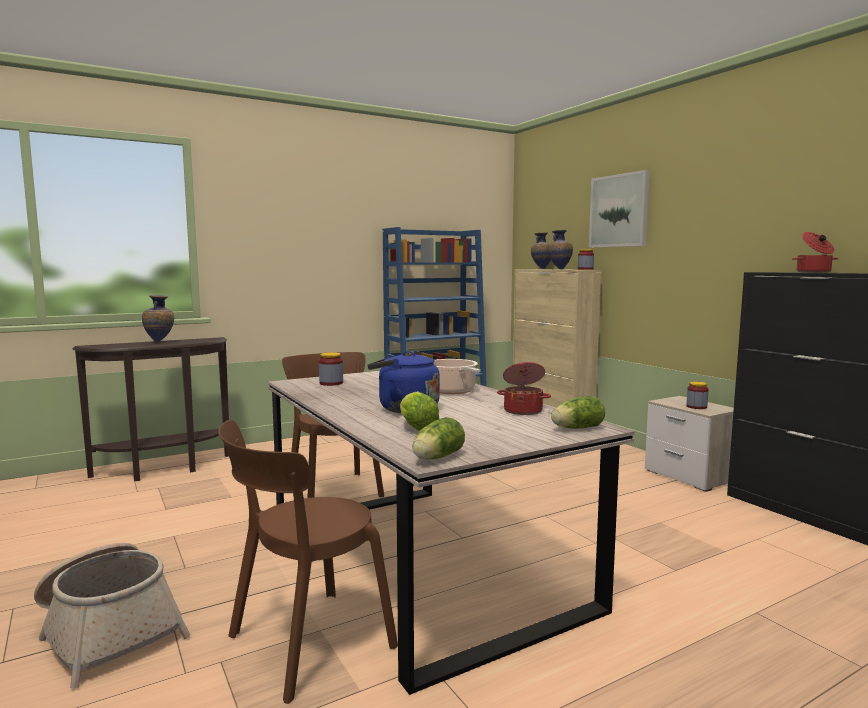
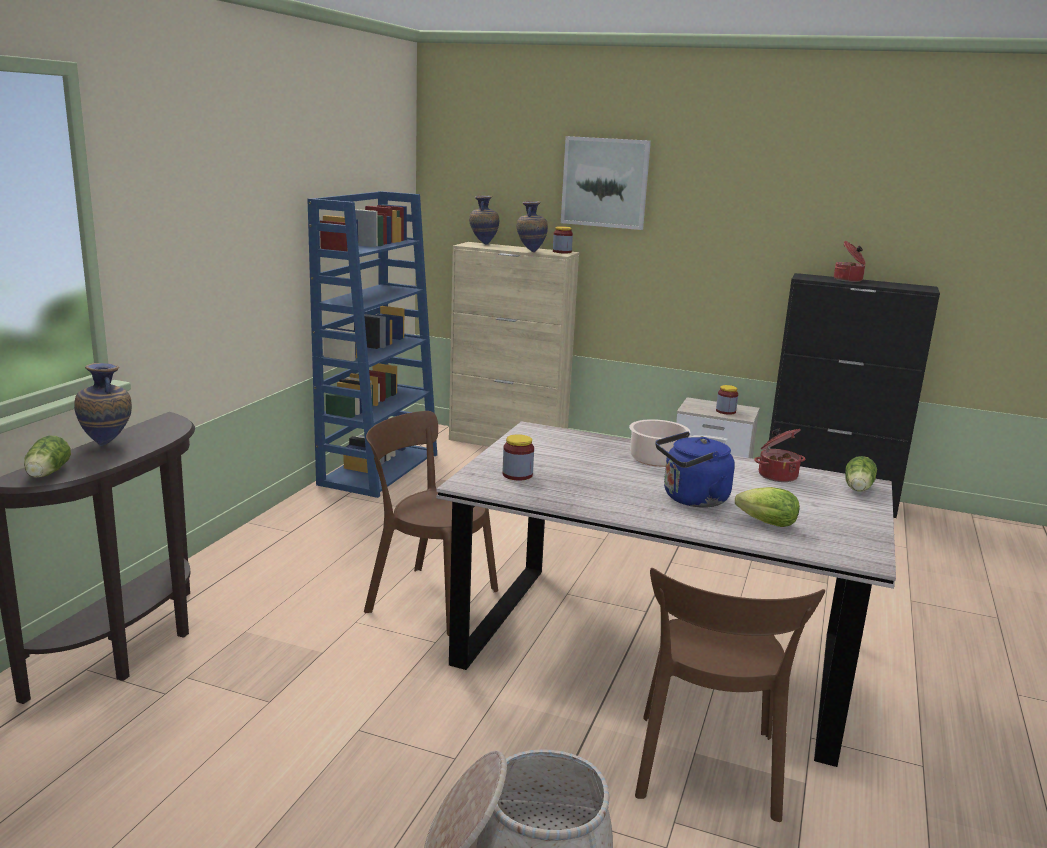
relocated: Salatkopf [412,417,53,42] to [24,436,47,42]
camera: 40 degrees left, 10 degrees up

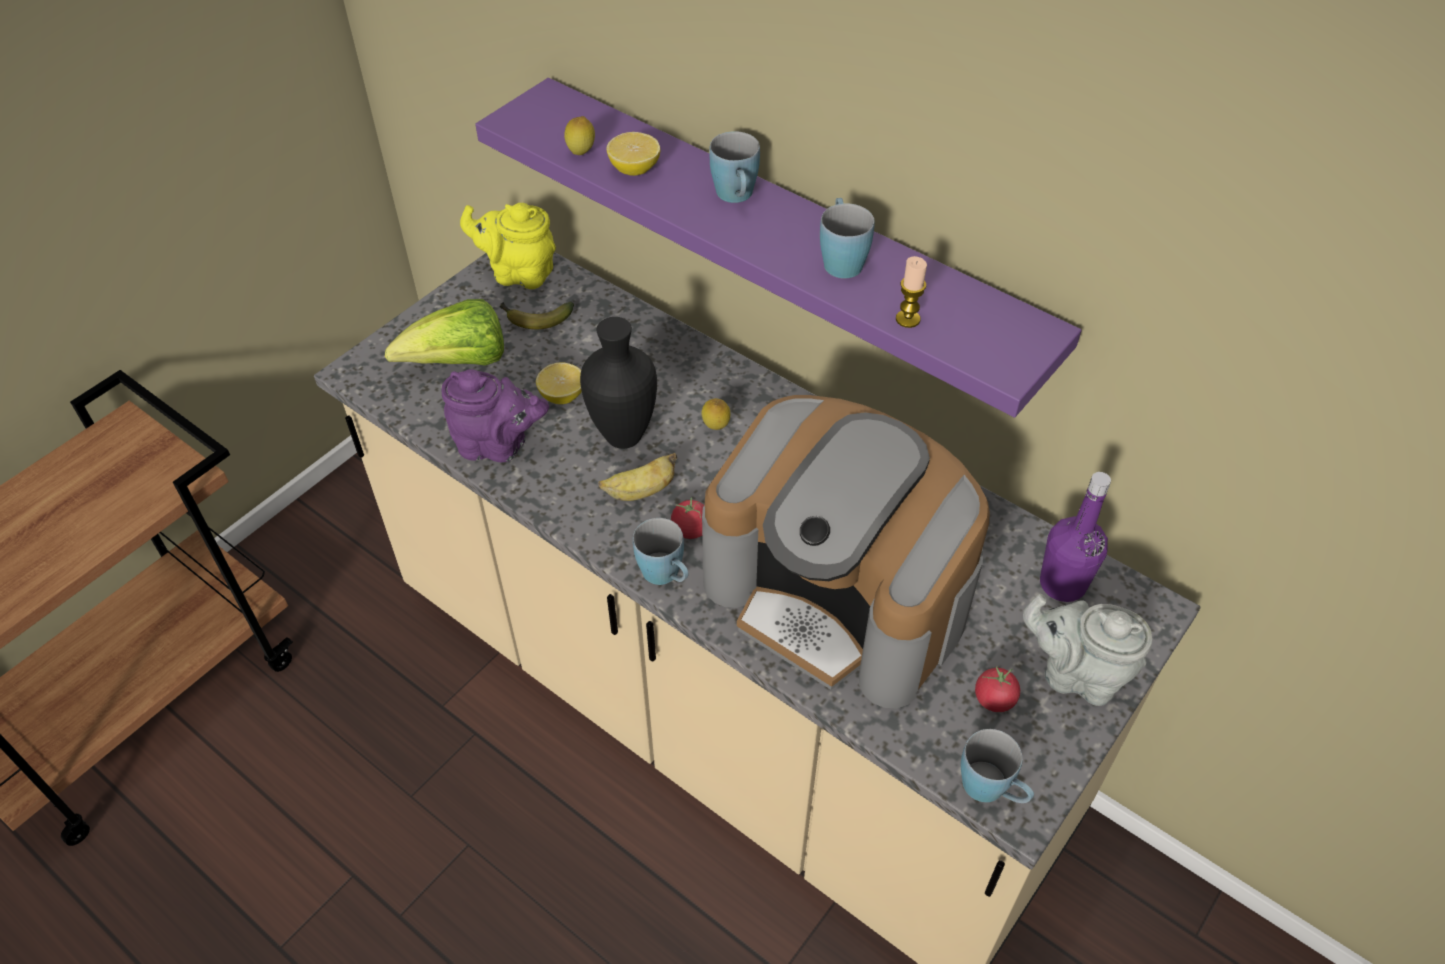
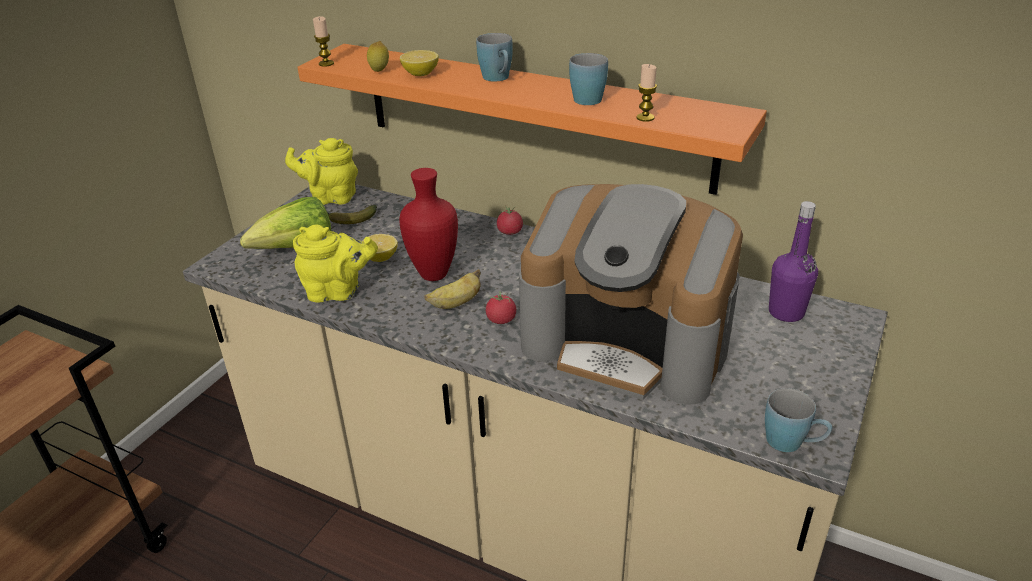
missing: Henkelbecher [blau] [633,518,55,67]; Zitrone [702,398,29,32]; Teekanne [grau] [1023,594,129,112]
appeared: Kerze [313,16,21,51]
relocated: Tomate [975,666,45,46] to [497,206,26,29]
colour: Teekanne [lila] [442,369,107,93] to Teekanne [gelb] [293,225,85,77]; Wandregal [lila] [475,78,607,340] to Wandregal [orange] [297,44,470,151]; Vase [schwarz] [580,317,77,132] to Vase [rot] [399,168,59,113]
camera: 10 degrees left, 15 degrees down

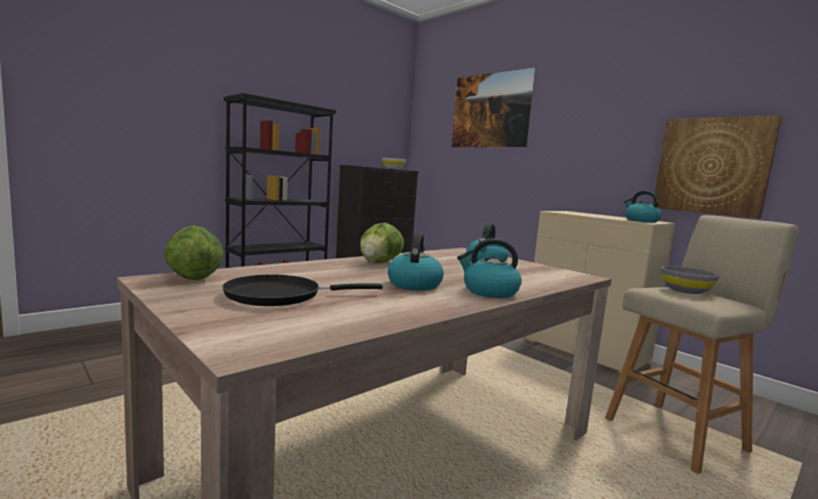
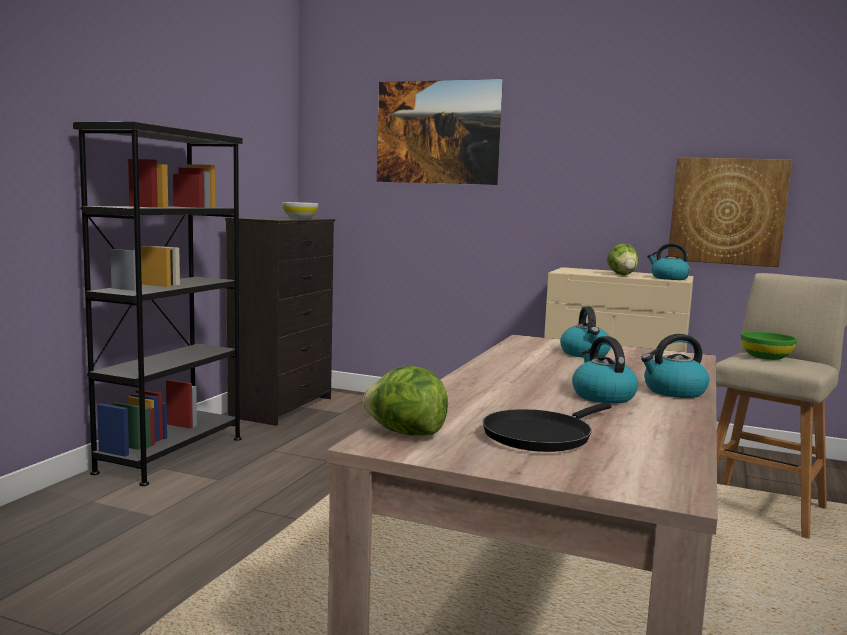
relocated: Salatkopf [360,222,44,42] to [607,243,32,32]
colour: Schüssel [grau] [661,266,58,28] to Schüssel [grün] [741,331,56,29]
camera: 25 degrees left, 0 degrees up

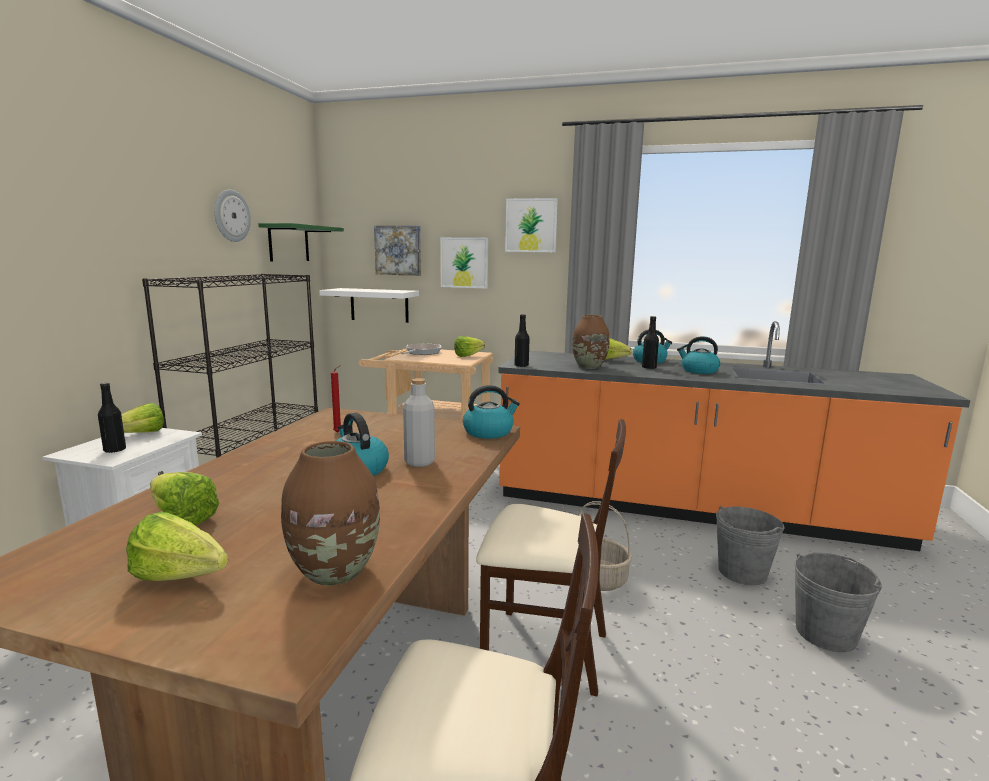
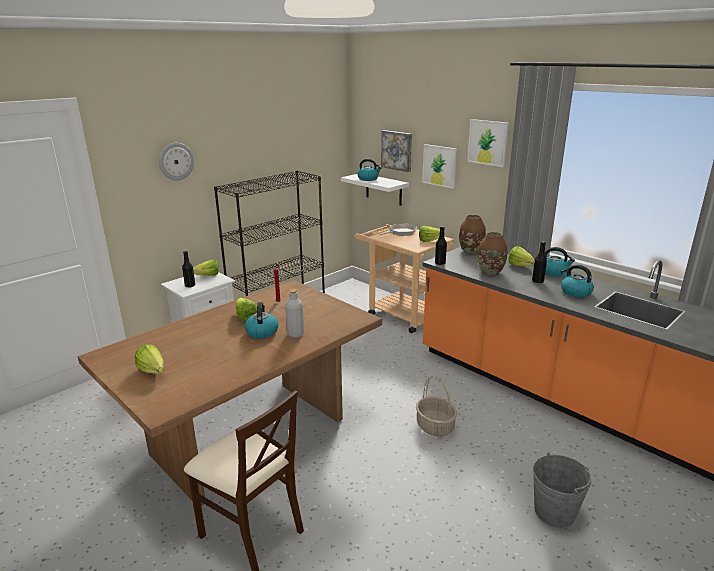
missing: Wandregal [grün] [258,223,86,38]; Stuhl [beige] [476,419,150,278]; Eimer [grau] [716,506,69,79]
relocated: Salatkopf [150,472,69,53] to [236,298,21,24]; Wanduhr [214,190,37,52] to [159,143,35,38]; Vase [braun] [281,441,99,145] to [459,215,27,39]; Wasserkessel [463,385,57,54] to [358,159,24,22]
camera: 30 degrees right, 10 degrees up

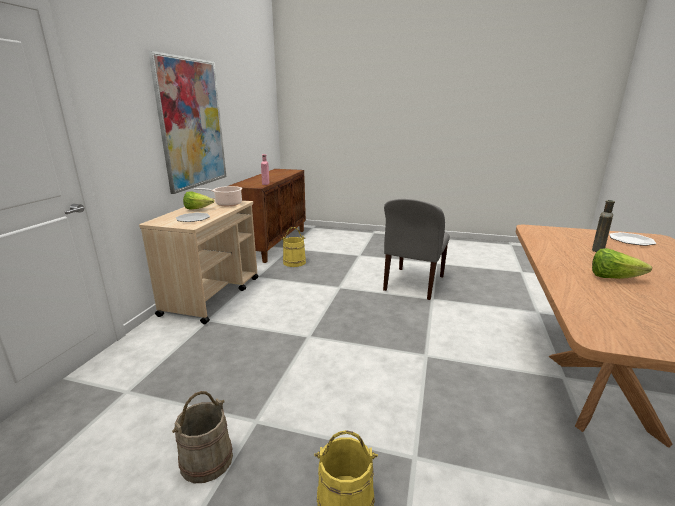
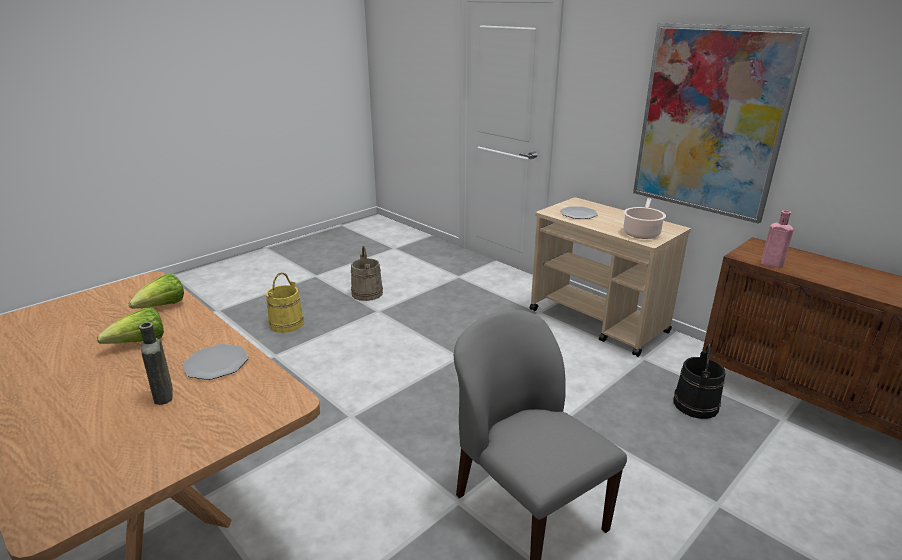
relocated: Salatkopf [183,191,31,19] to [129,274,55,35]; Teller [609,232,47,14] to [182,344,67,36]
colour: Eimer [gelb] [281,227,25,40] to Eimer [schwarz] [674,344,52,75]
camera: 120 degrees right, 5 degrees up

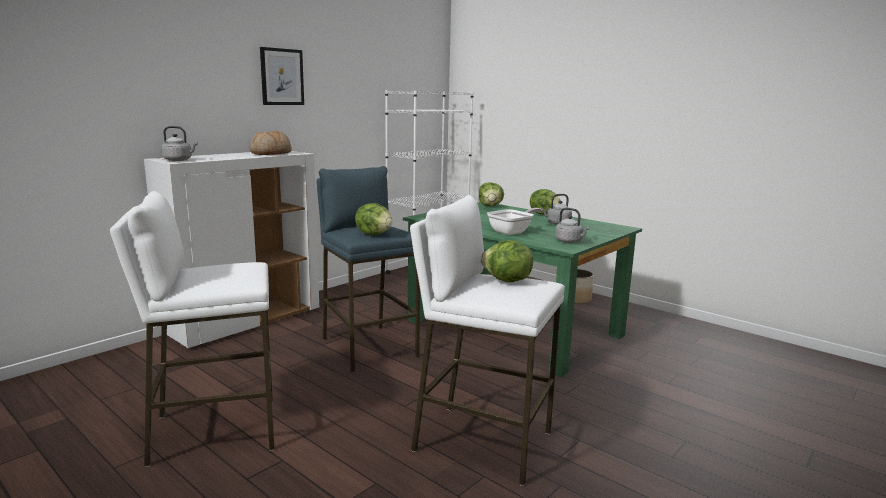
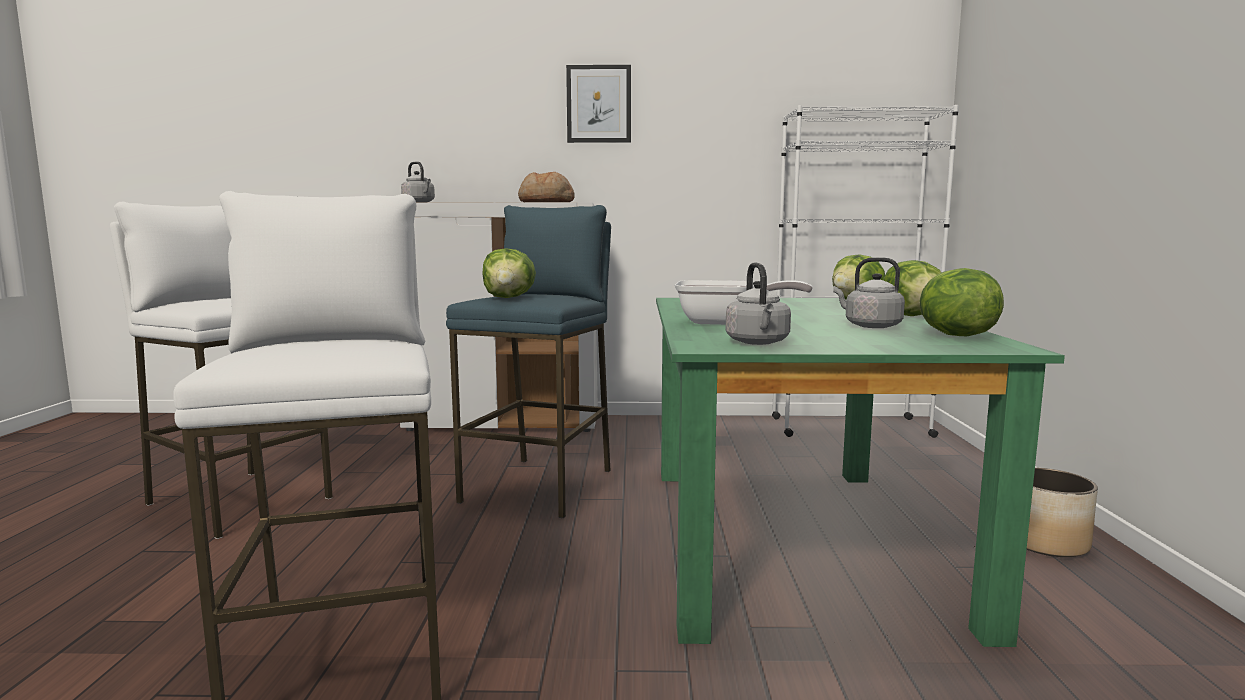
relocated: Salatkopf [481,240,52,42] to [919,268,85,68]
camera: 50 degrees right, 5 degrees down

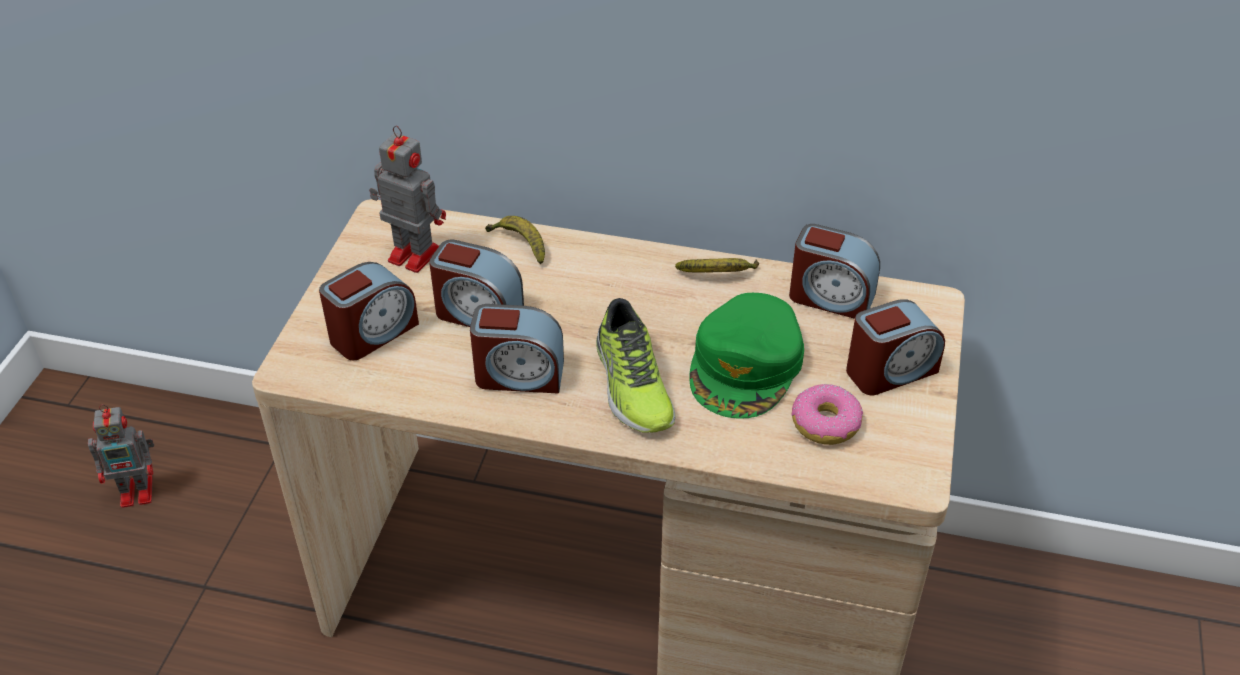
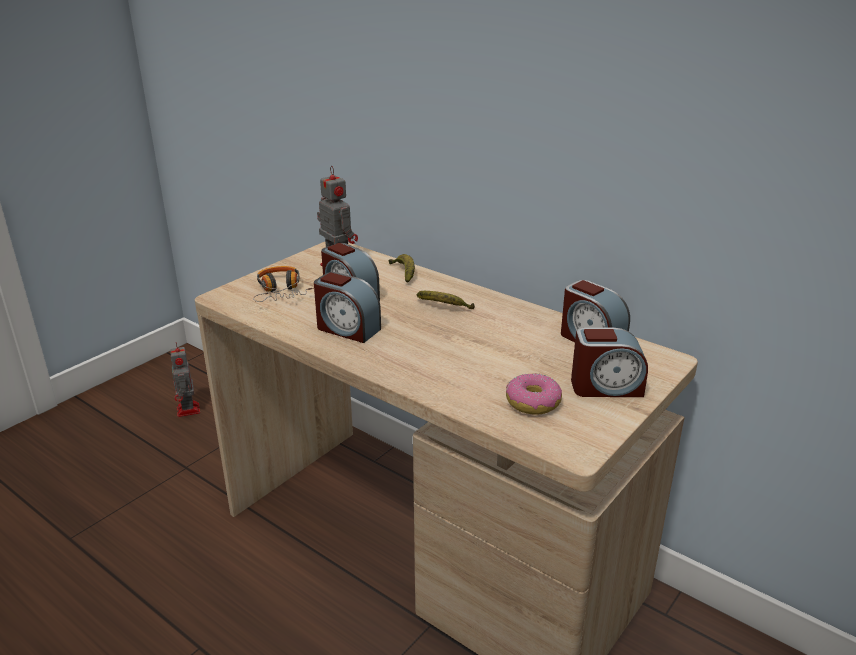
missing: Schuh [596,298,80,135]; Kappe [grün] [689,293,115,126]
relocated: Banane [675,258,84,14] to [417,291,58,18]
exchanged: Wecker [319,262,100,98] to Kopfhörer [253,266,61,36]
spun: Spielzeugroboter [88,404,66,104] = [170,343,30,74] 60 degrees clockwise
camera: 25 degrees right, 15 degrees down

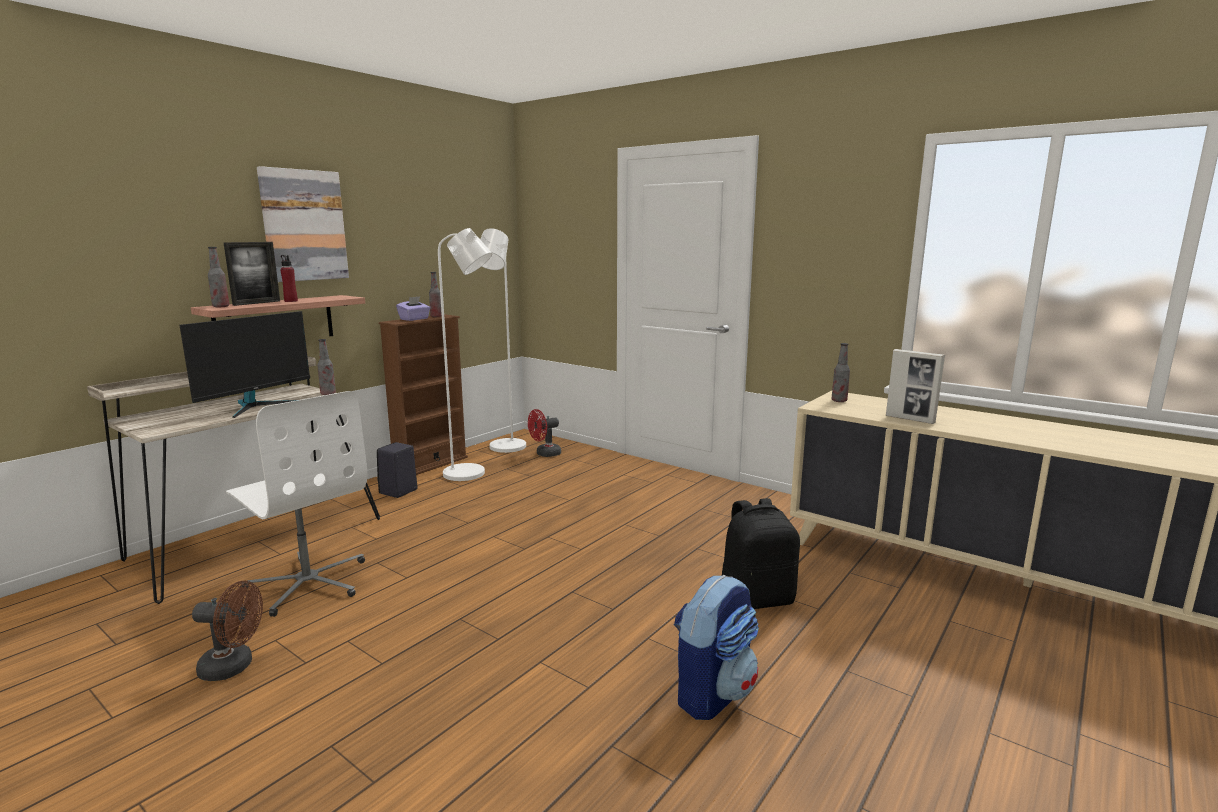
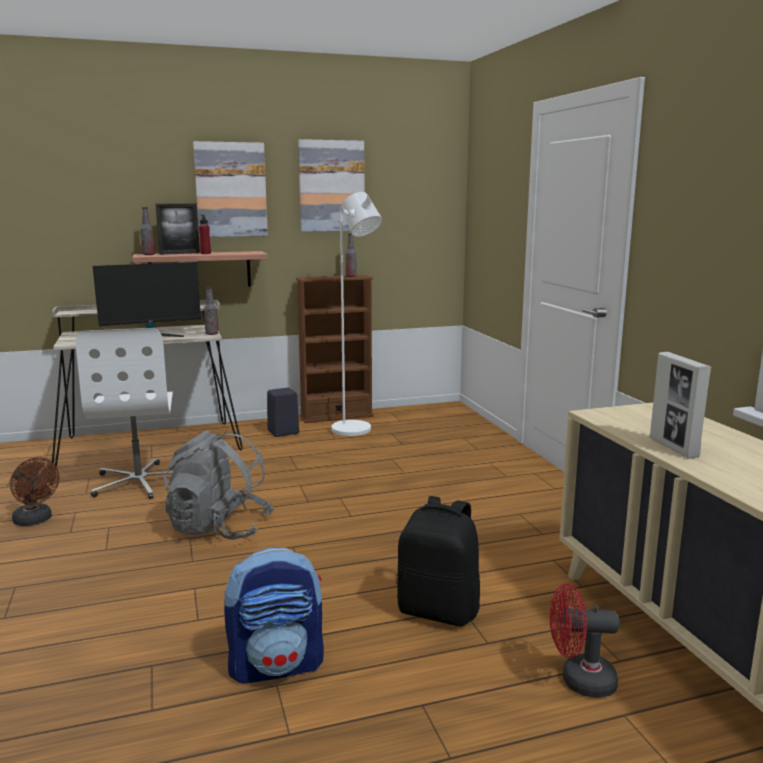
missing: Taschentuchbox [lila] [396,296,34,25]; Stehlampe [weiß] [480,228,46,225]; Flasche [831,343,19,59]
appeared: Rucksack [grau] [163,430,111,110]; Bild [298,139,67,93]
relocated: Ventilator [rot] [528,409,33,48] to [550,583,70,115]
camera: 35 degrees right, 0 degrees up

